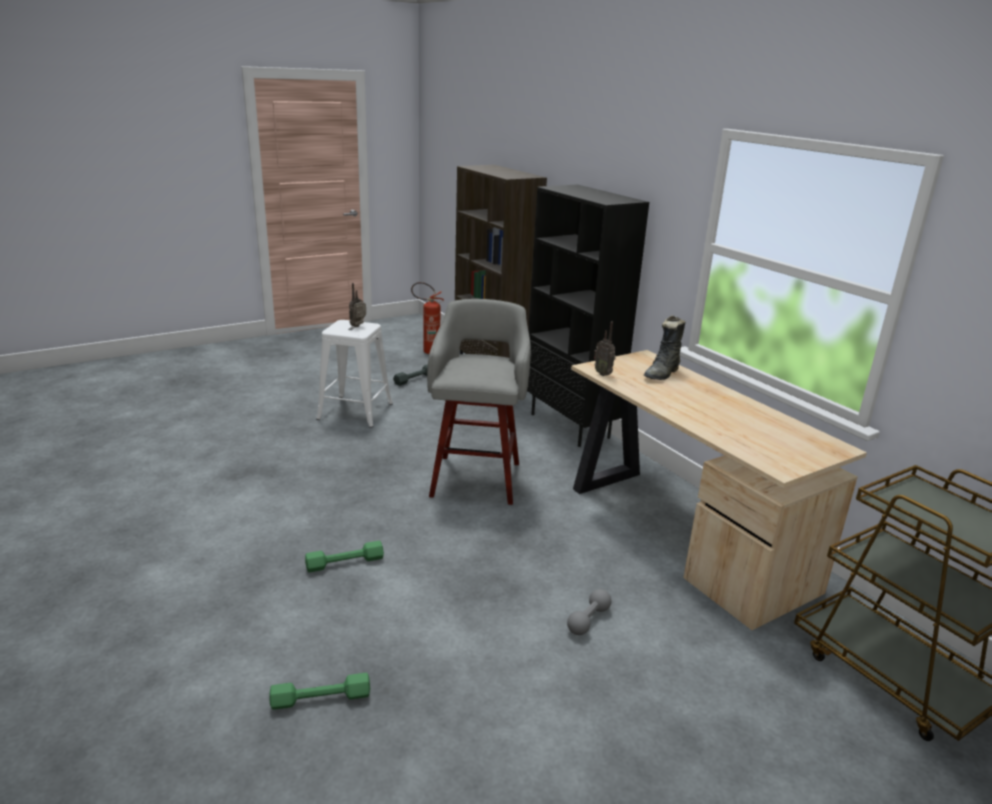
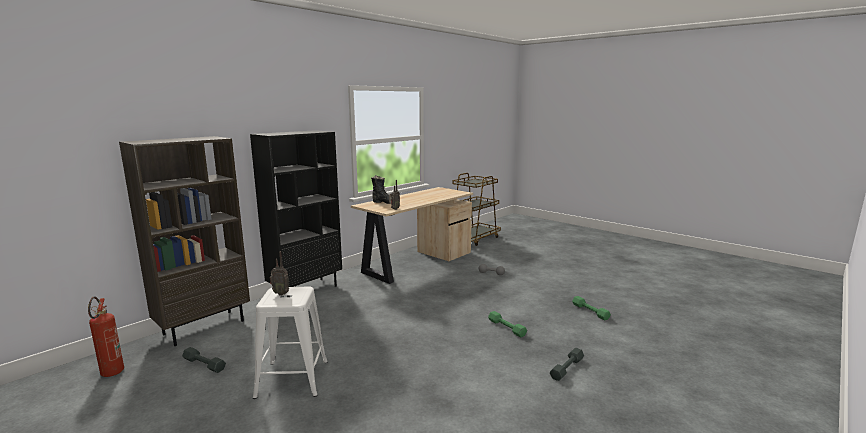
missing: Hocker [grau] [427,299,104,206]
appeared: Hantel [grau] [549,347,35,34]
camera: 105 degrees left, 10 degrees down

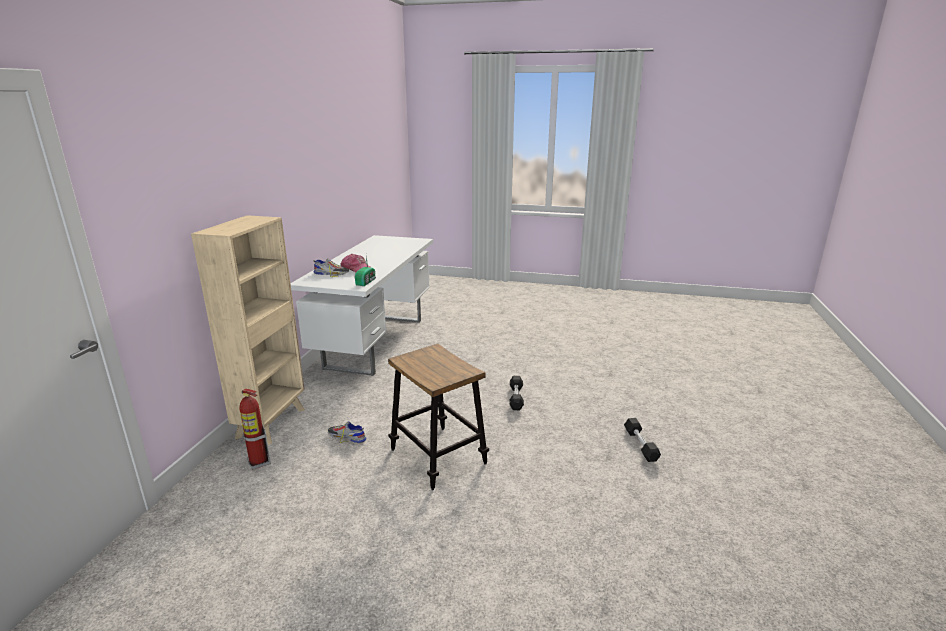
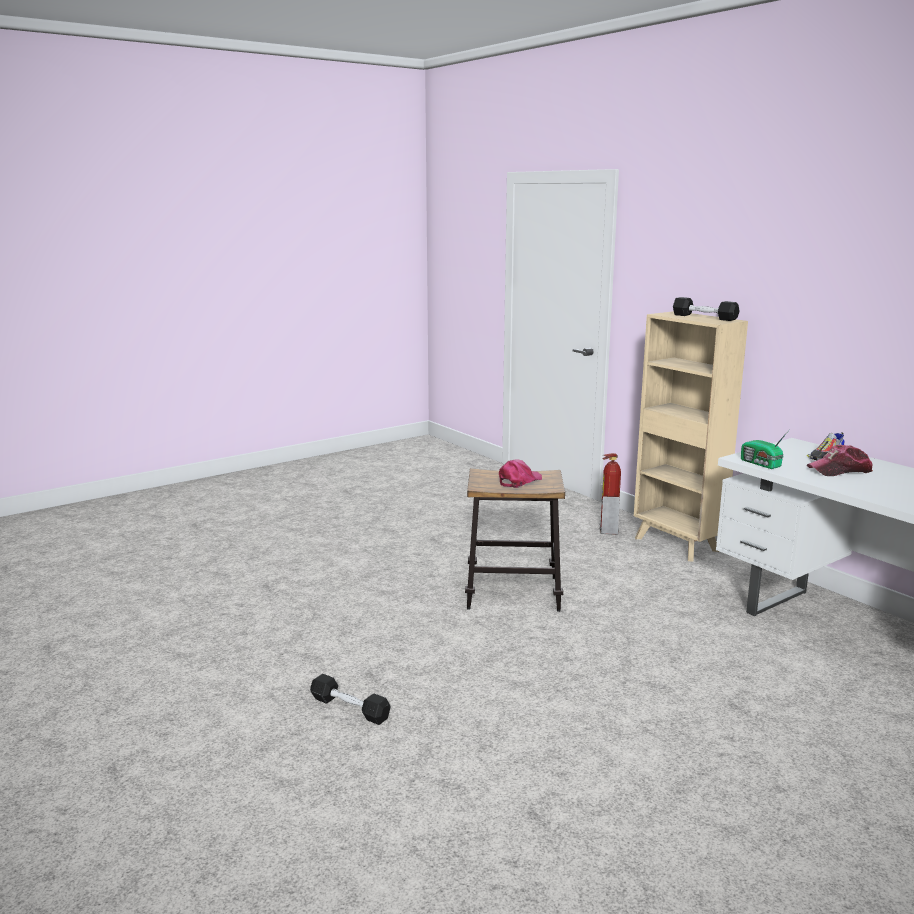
missing: Schuh [328,421,38,22]
appeared: Kappe [rosa] [499,459,43,29]
relocated: Hantel [schwarz] [509,376,15,34] to [673,297,67,24]
camera: 130 degrees right, 5 degrees down

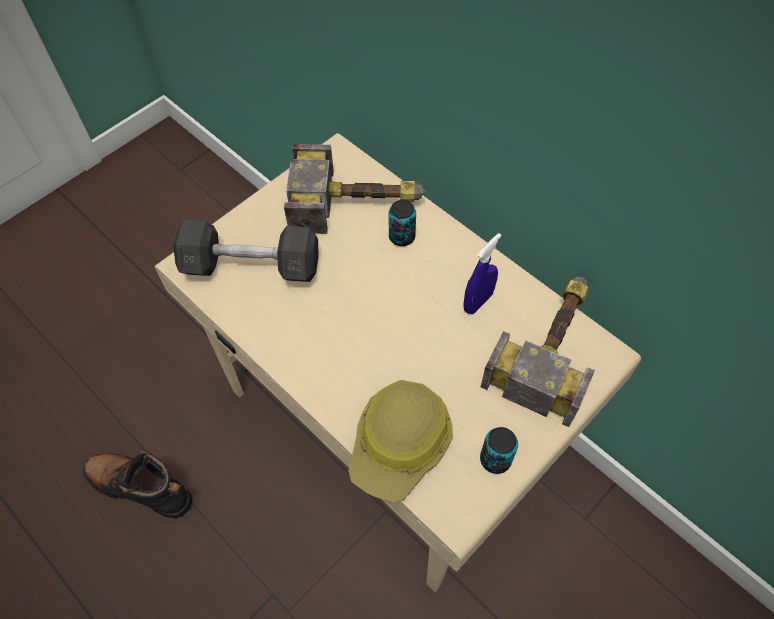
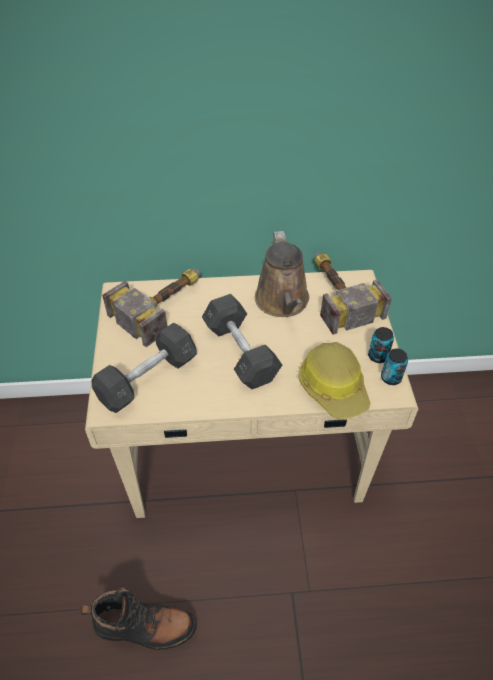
appeared: Hantel [grau] [202,294,80,95]
relocated: Dose [388,200,28,46] to [381,349,27,36]
exchanged: Sprühflasche [blau] [463,233,39,81] to Gießkanne [braun] [255,231,54,86]
spun: Stiefel [schwarz] [83,450,109,69] = [81,587,116,63] 150 degrees counterclockwise
camera: 50 degrees left, 10 degrees down

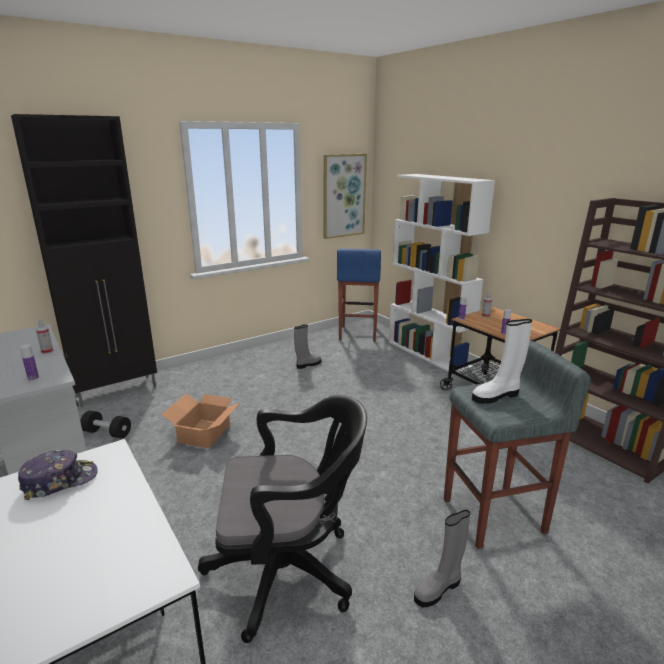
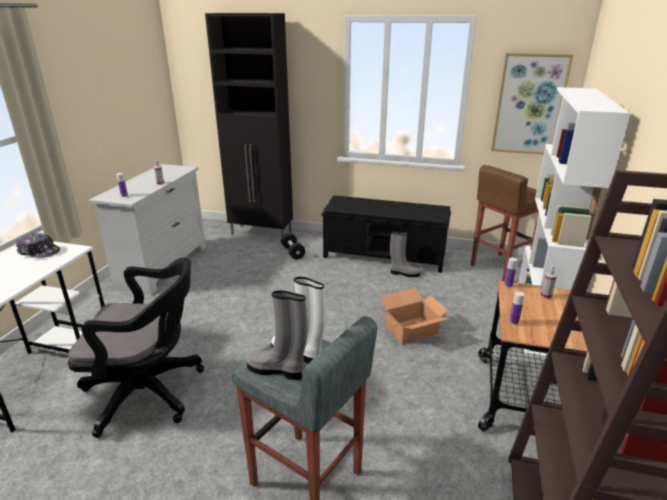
appeared: Bank [schwarz] [321,195,130,78]
relocated: Hantel [schwarz] [80,411,51,28] to [281,233,24,27]; Karton [161,394,80,55] to [379,288,71,57]; Stiefel [grau] [414,510,56,98] to [247,291,60,89]
colour: Hocker [blau] [337,249,44,93] to Hocker [braun] [471,165,67,116]
spun: Bürostuhl [schwarz] [198,395,169,248] = [68,257,136,181] 45 degrees counterclockwise
camera: 50 degrees right, 5 degrees up

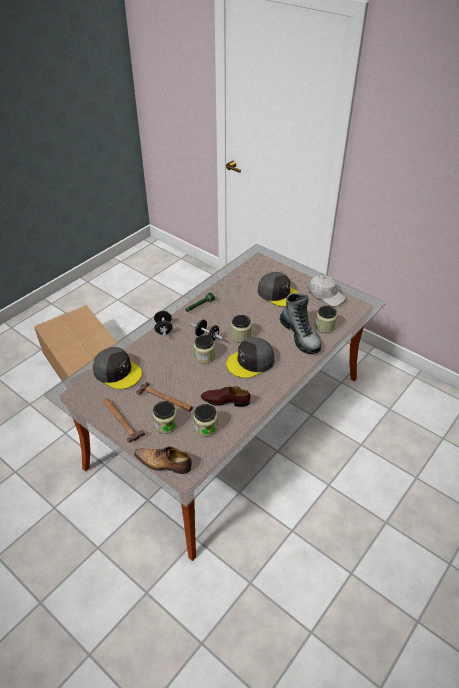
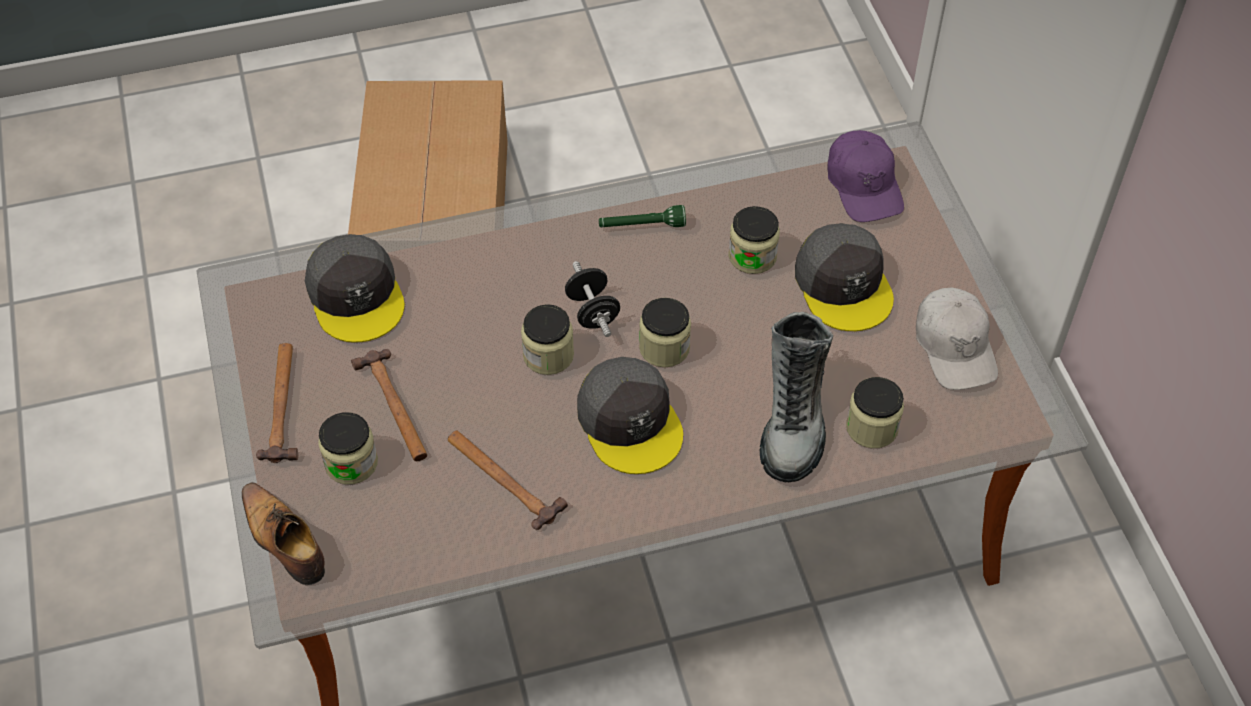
missing: Hantel [schwarz] [154,309,18,27]
appeared: Kappe [lila] [827,130,77,92]
relocated: Vorratsglas [193,404,25,33] to [728,206,52,68]
exchanged: Schuh [braun] [201,386,49,21] to Hammer [448,431,120,99]
spun: Kappe [grau] [226,337,48,41] = [577,357,106,117] 120 degrees counterclockwise
camera: 35 degrees right, 10 degrees up

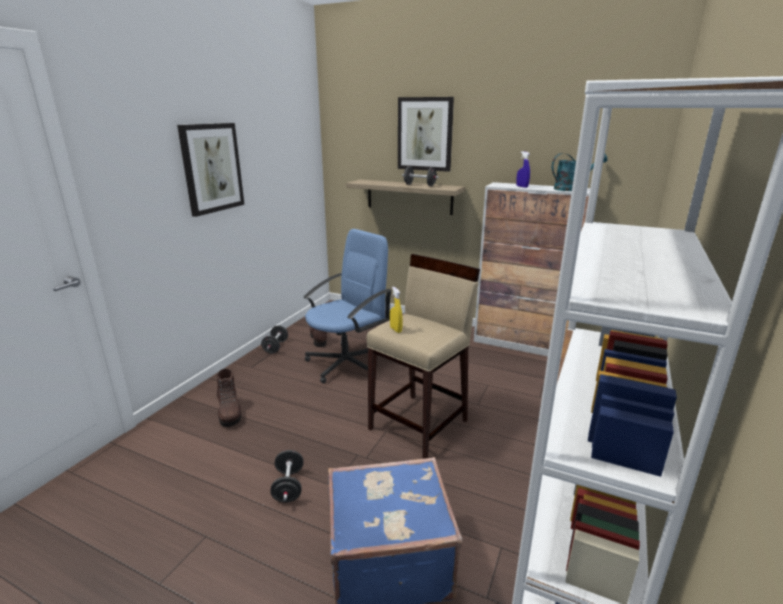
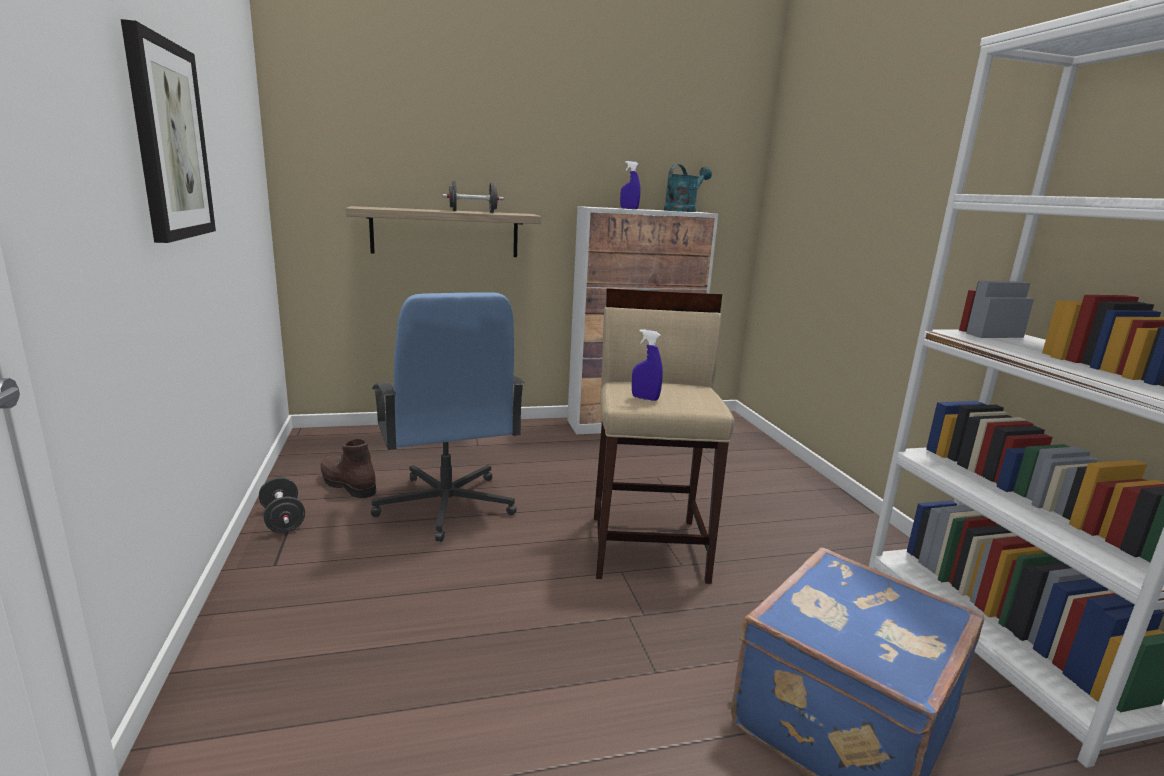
missing: Stiefel [braun] [217,368,24,59]; Hantel [schwarz] [270,450,34,52]; Bild [398,97,56,75]
colour: Sprühflasche [gelb] [390,287,13,46] to Sprühflasche [blau] [632,329,31,72]
spun: Bürostuhl [blau] [303,229,89,154] = [371,292,154,250] 150 degrees clockwise
camera: 40 degrees left, 5 degrees down

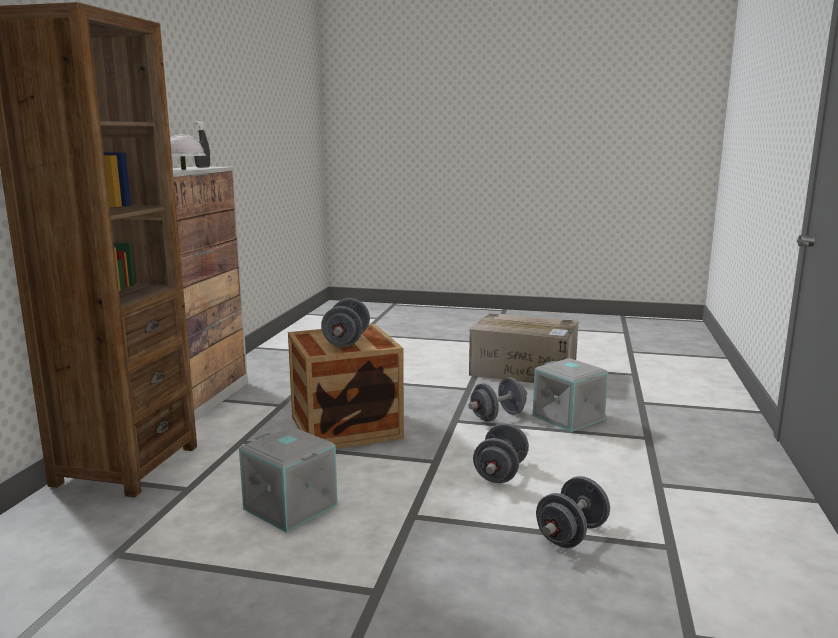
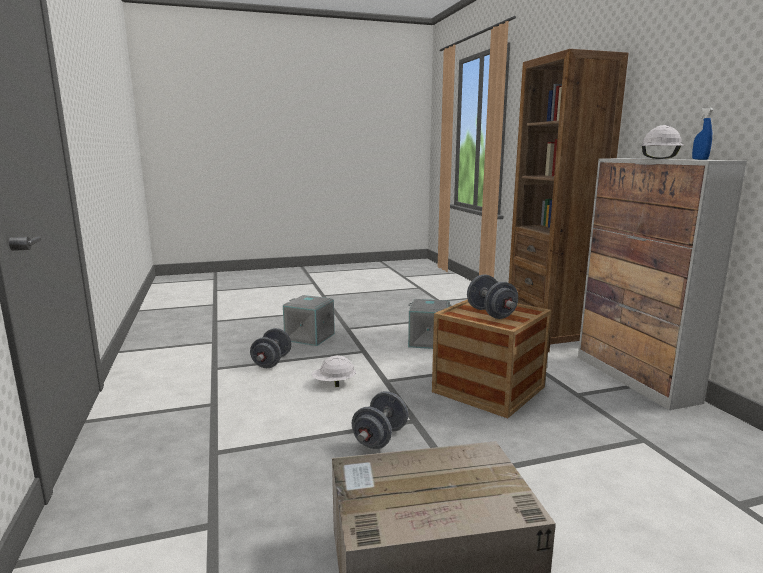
relocated: Aufbewahrungsbox [grau] [533,358,75,74] to [283,295,52,51]
exchanged: Hantel [grau] [473,423,56,60] to Schutzhelm [weiß] [312,355,44,32]
colour: Sprühflasche [grau] [194,120,16,47] to Sprühflasche [blau] [692,107,21,53]
camera: 150 degrees right, 0 degrees up

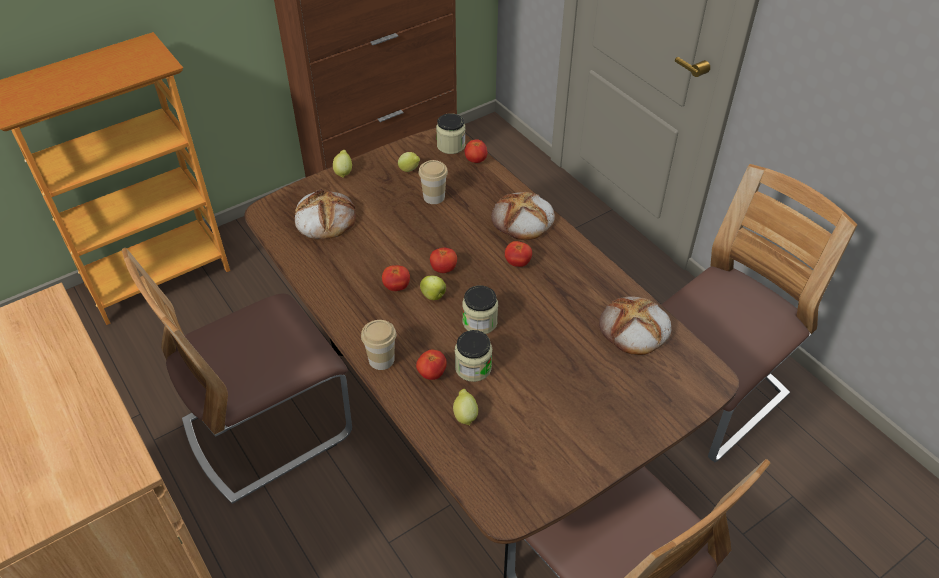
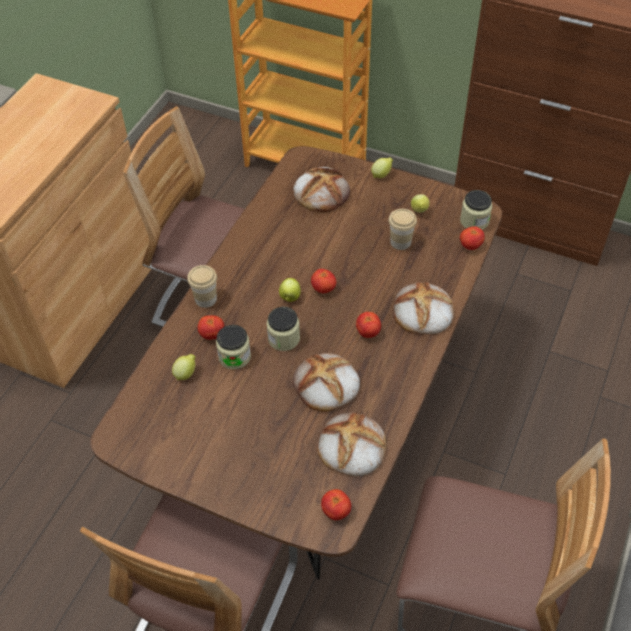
appeared: Brot [293,353,67,59]
relocated: Tomate [382,265,28,26] to [321,489,30,31]
camera: 60 degrees right, 5 degrees up

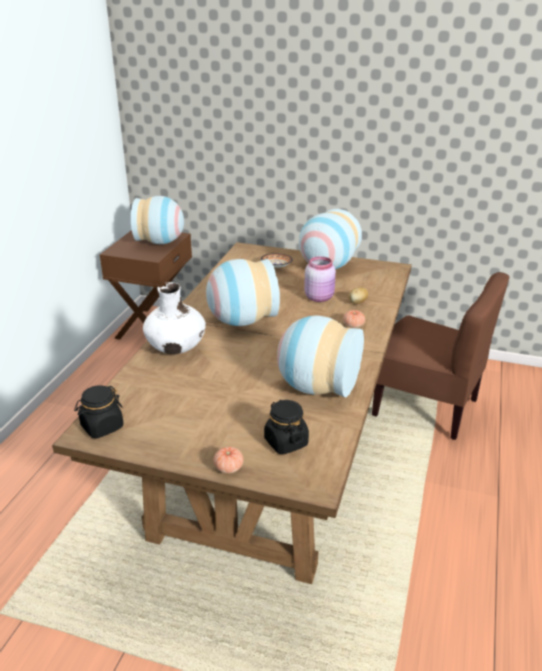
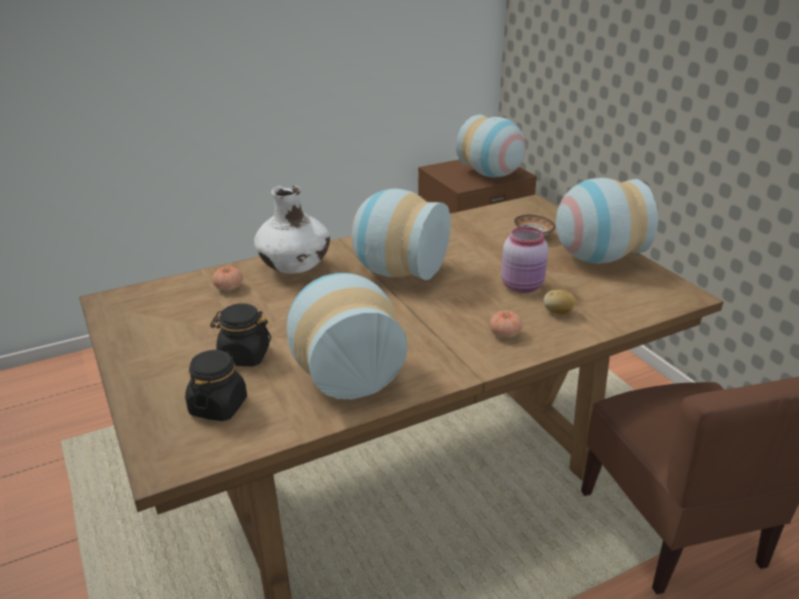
relocated: Vorratsglas [schwarz] [74,385,50,53] to [210,303,61,63]; Tomate [213,447,31,27] to [212,267,31,24]
camera: 45 degrees right, 0 degrees up

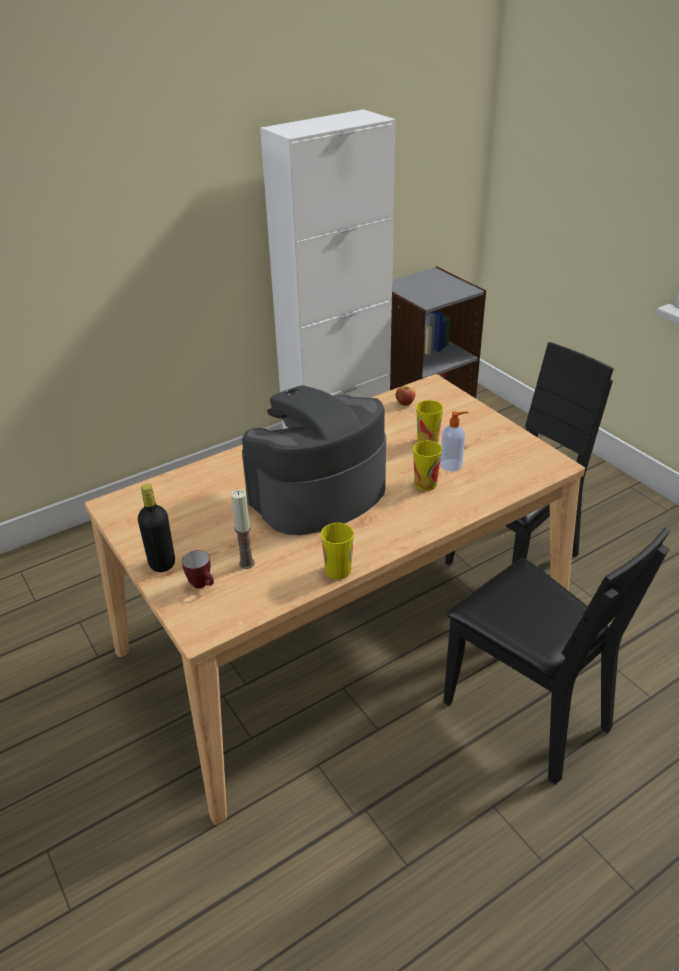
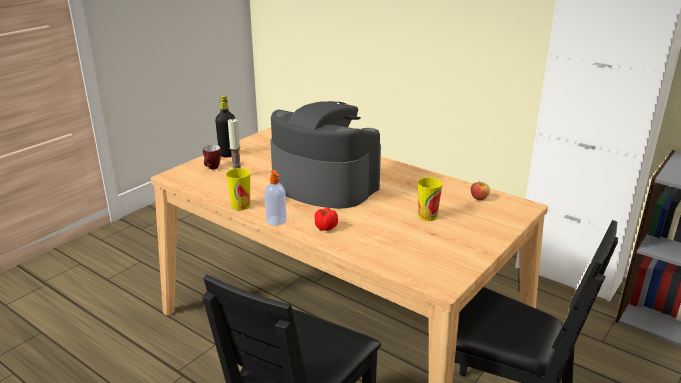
missing: Tasse [413,440,29,51]
appeared: Tomate [315,208,23,23]
relocated: Seifenspender [440,411,29,60] to [265,170,22,56]
camera: 70 degrees right, 10 degrees down

